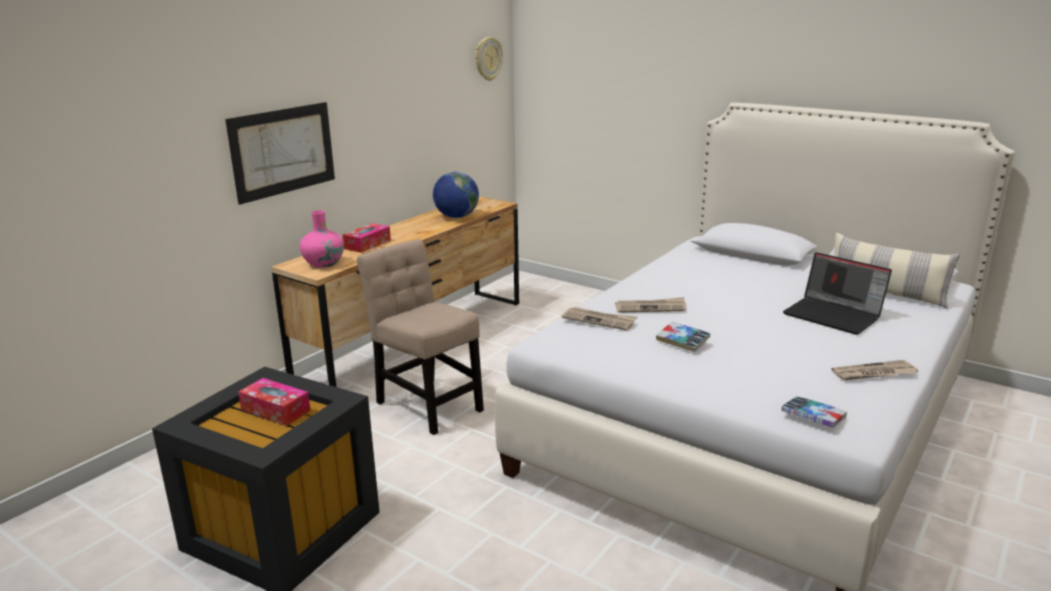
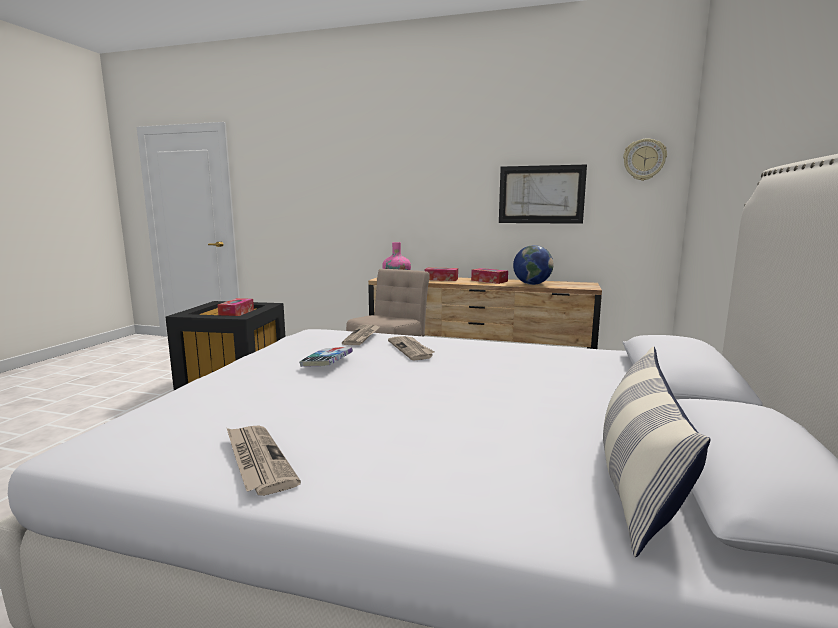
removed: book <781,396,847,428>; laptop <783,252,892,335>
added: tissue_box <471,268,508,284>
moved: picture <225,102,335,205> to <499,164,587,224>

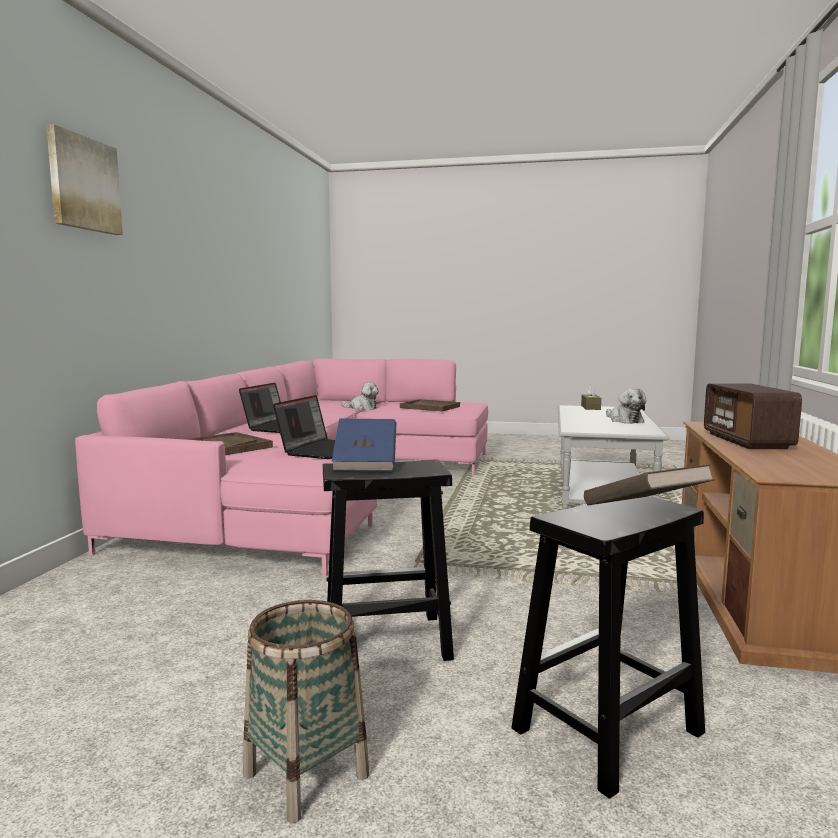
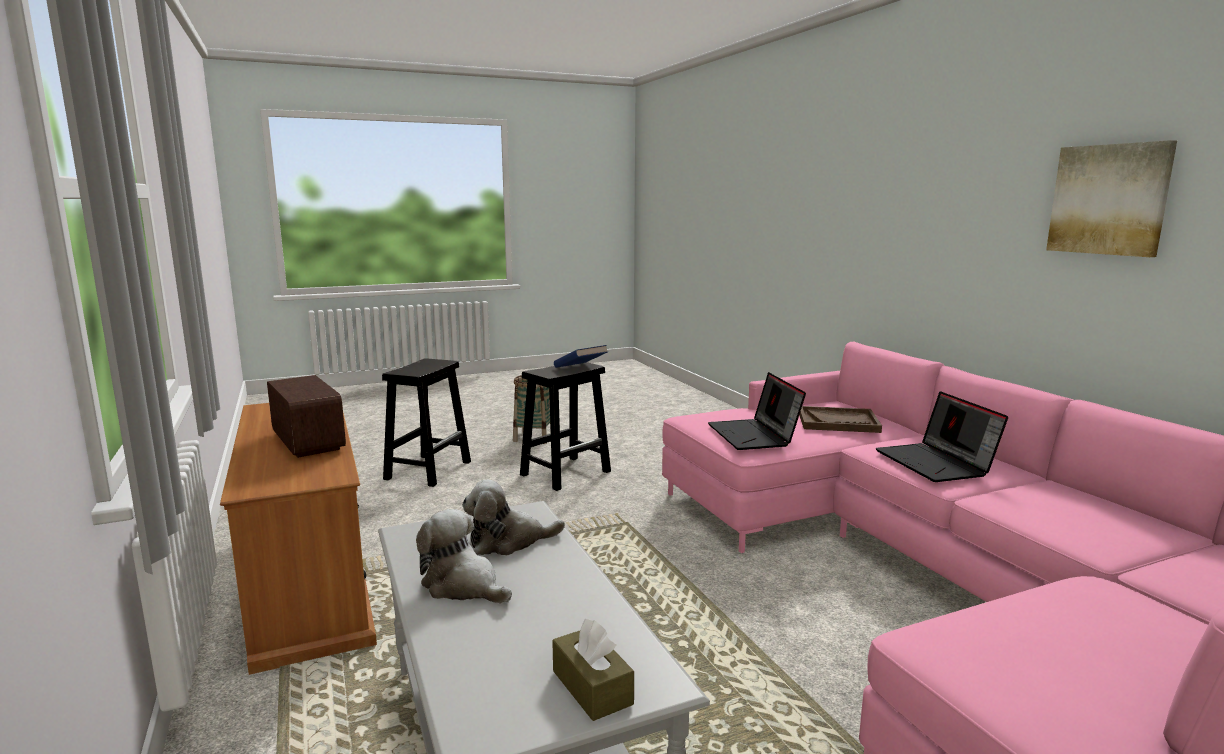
removed: brown_tray <400,399,460,412>; brown_book <584,464,715,505>
moved: plush_toy <341,382,379,410> to <462,480,565,555>; picture <46,124,123,235> to <1046,140,1177,257>

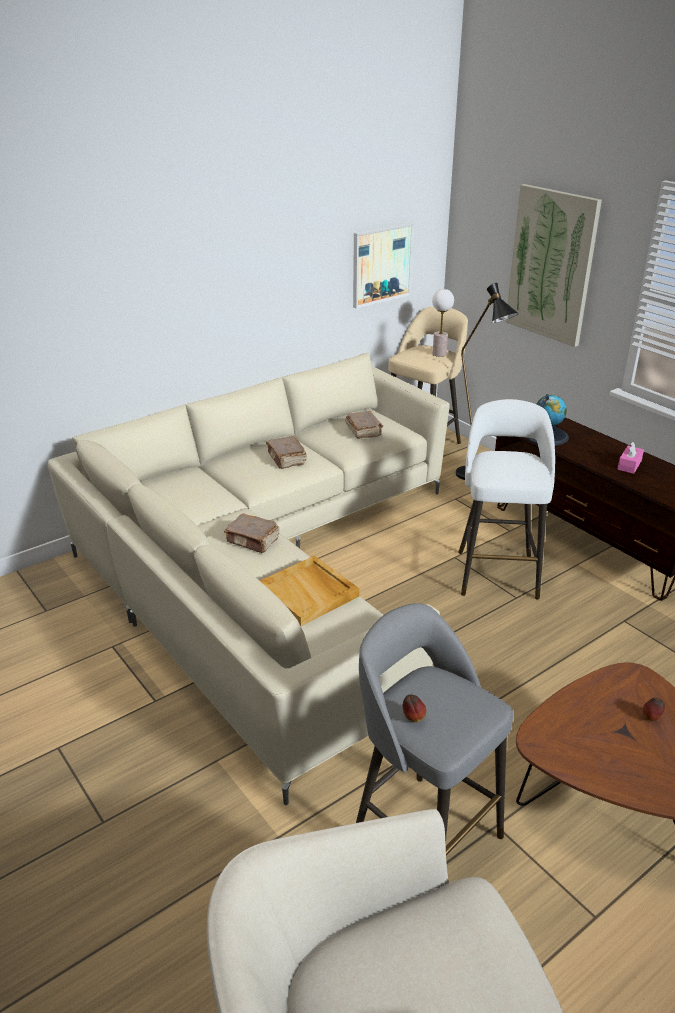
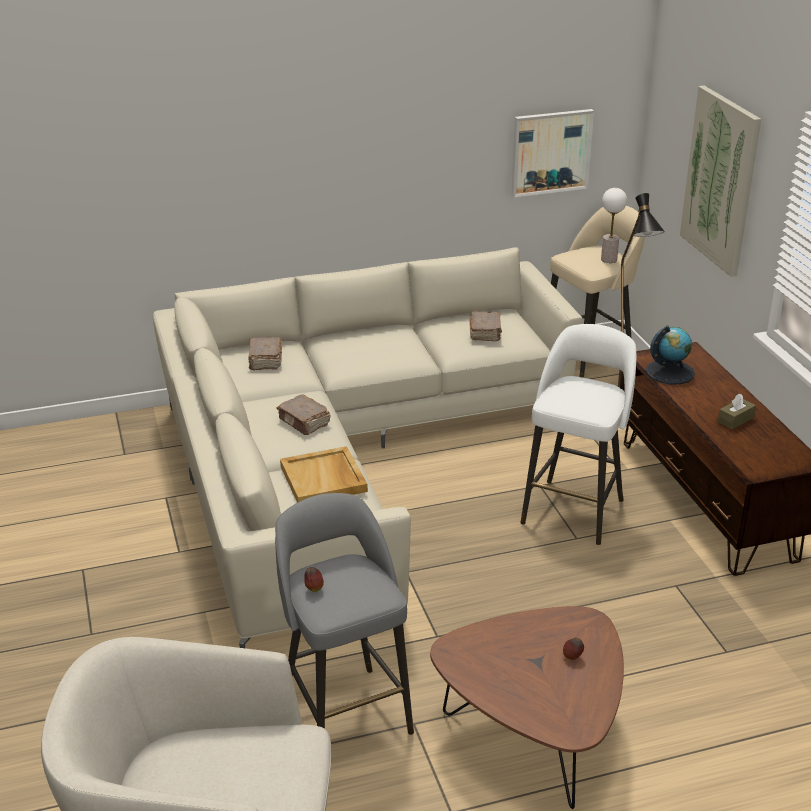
moved: brown_book <266,436,307,469> to <248,337,282,370>
recoloured: pink_tissue_box <618,441,644,474> to brown_tissue_box <718,394,756,429>

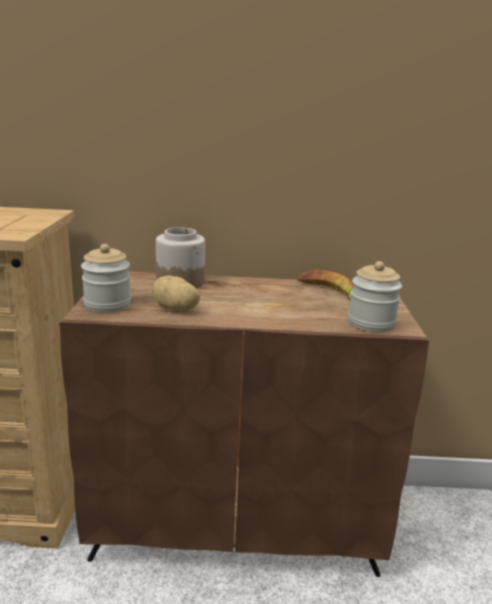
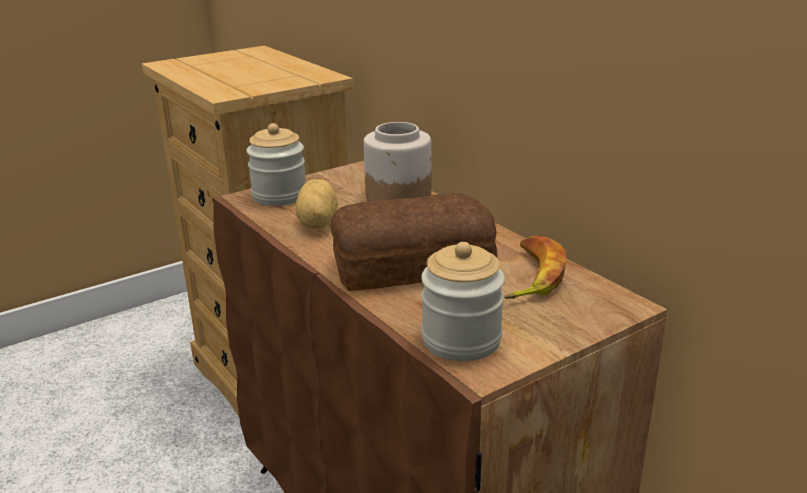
added: bread <330,193,498,291>

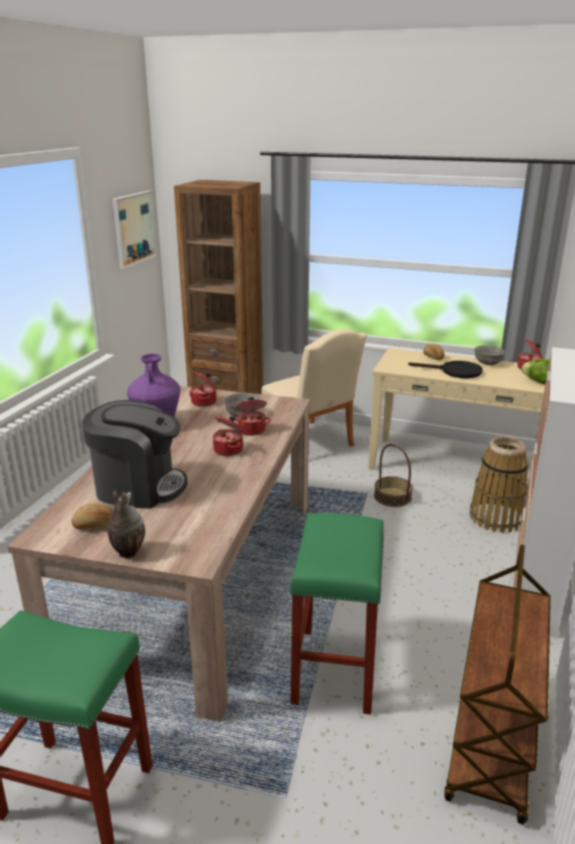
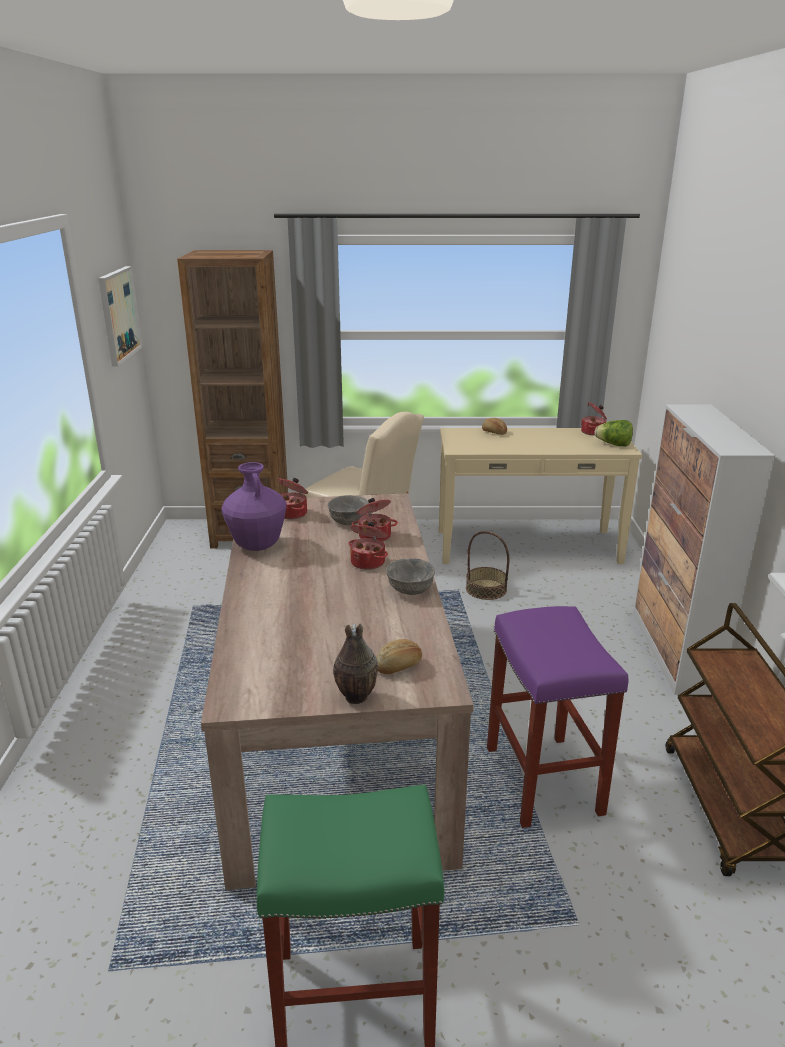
removed: coffee_machine <82,400,188,509>; black_frying_pan <408,361,483,378>; basket <470,436,528,533>
moved: bread <71,503,113,529> to <376,639,422,674>; grey_bowl <474,345,505,365> to <386,559,435,595>
recoloured: green_stool <290,513,384,715> to purple_stool <487,606,629,828>

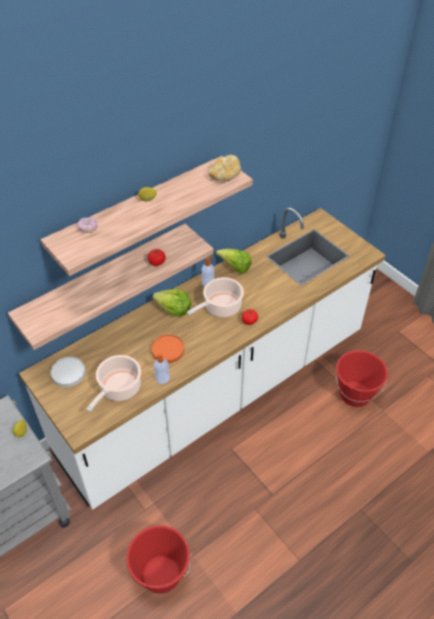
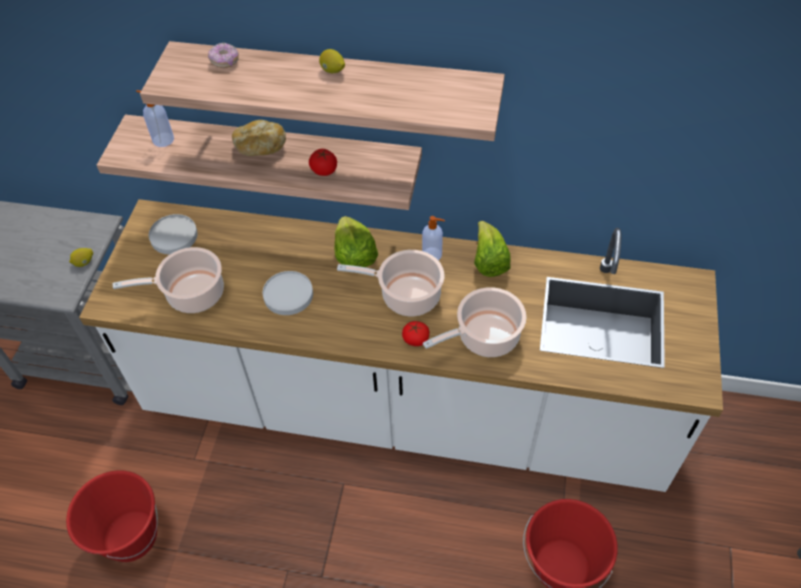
added: cooking_pot <423,287,526,357>
moved: soap_dispenser <152,353,170,384> to <136,90,174,147>; bread <208,155,241,181> to <232,120,286,156>
recoloured: orange_plate <151,334,184,363> to white_plate <263,271,313,315>

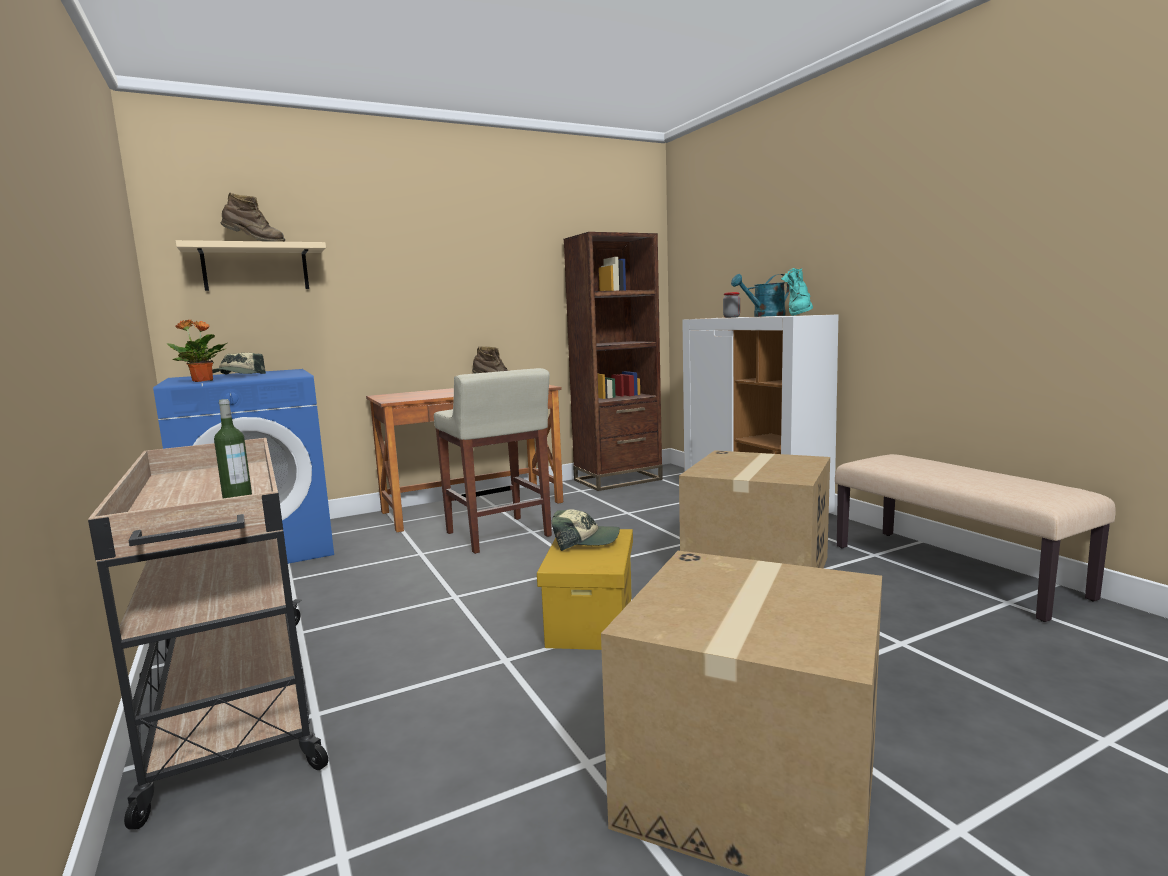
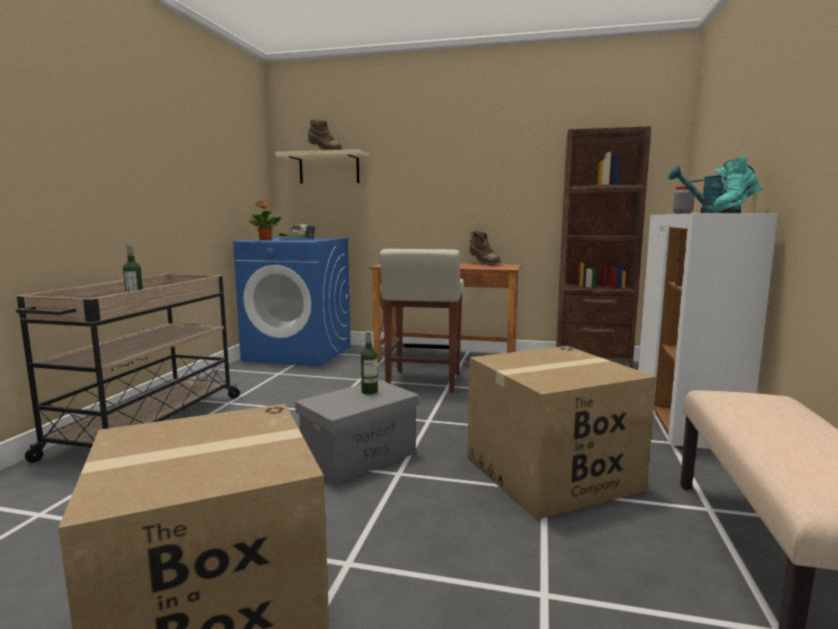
replaced: cap <552,509,620,551> to bottle <361,331,378,395>
recoloured: yellow_storage_box <537,529,633,650> to grey_storage_box <295,380,419,485>

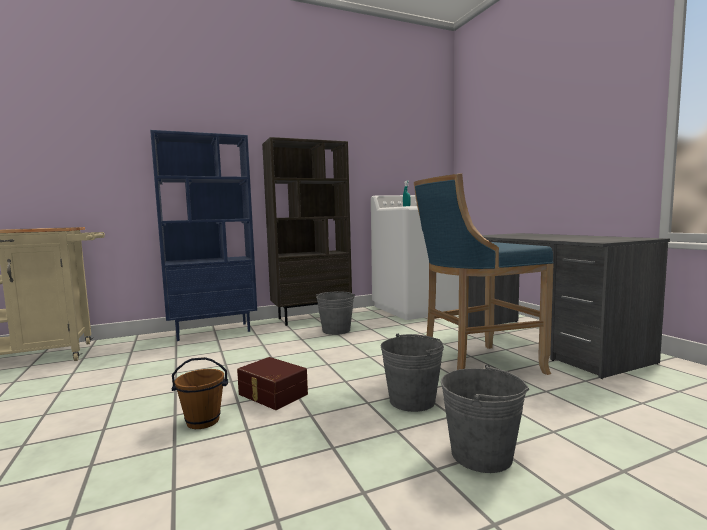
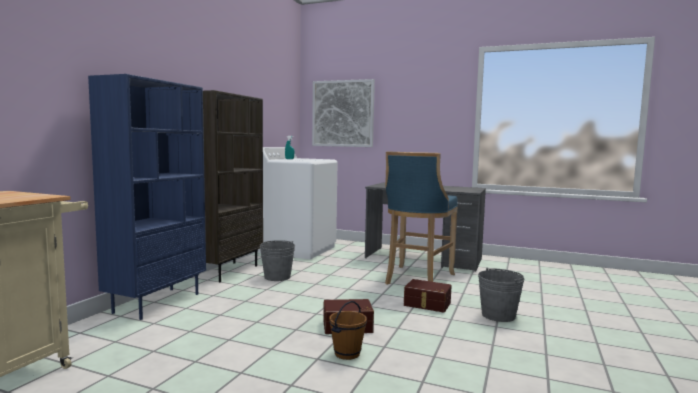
added: picture <312,79,375,147>
replaced: grey_bucket <380,334,444,412> to brown_storage_box <404,279,452,313>

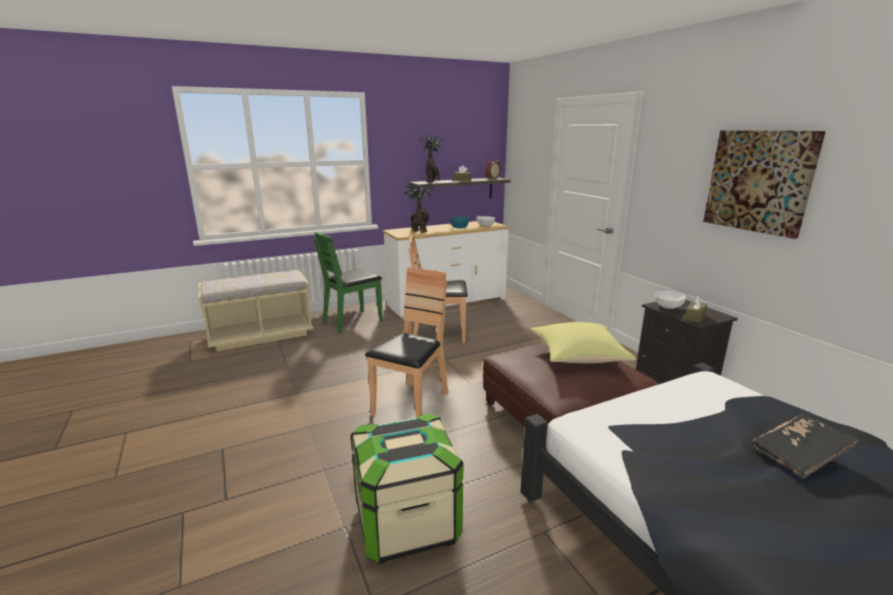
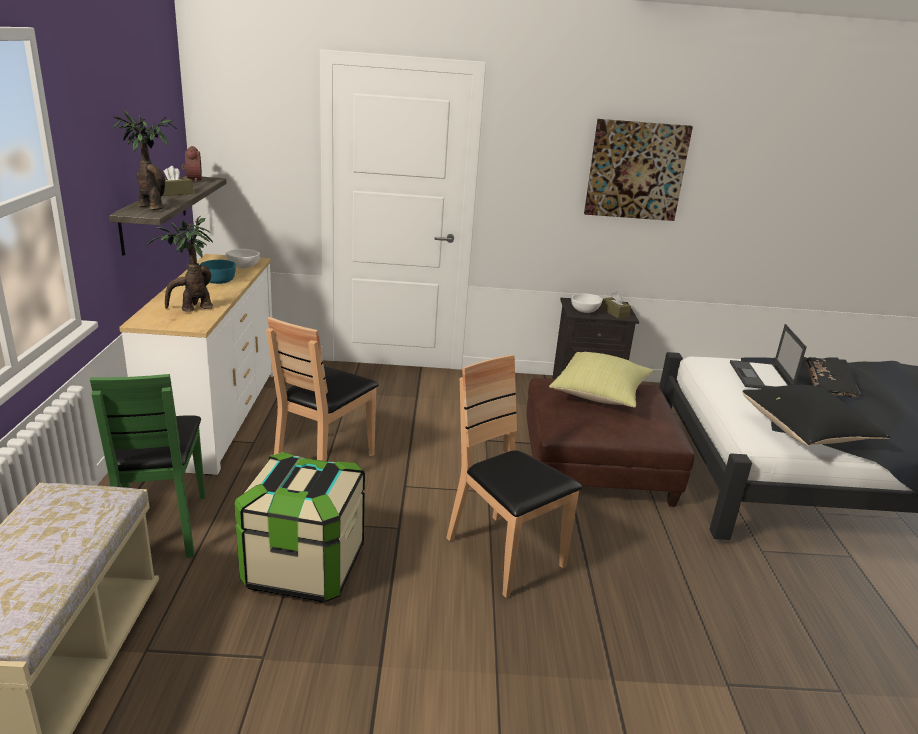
added: laptop <730,324,807,389>; black_pillow <742,385,891,446>
moved: storage_box <351,413,463,564> to <234,452,365,603>

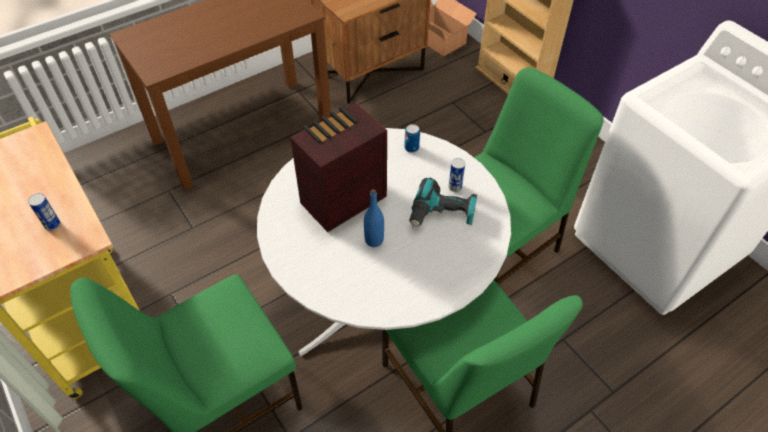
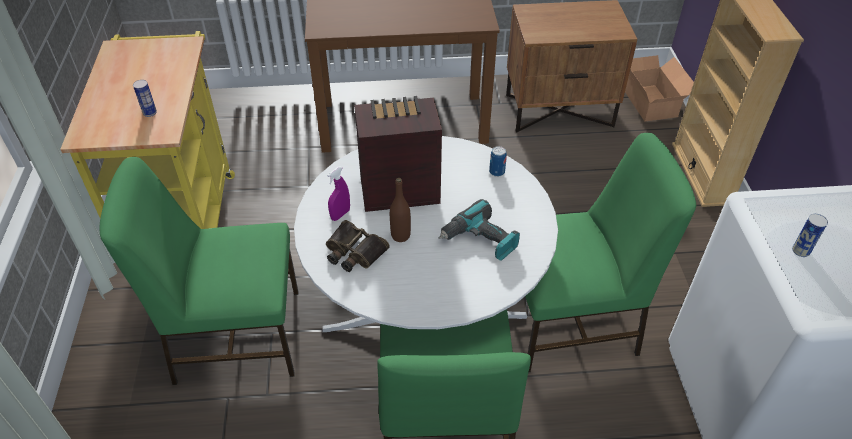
added: binoculars <326,220,390,272>; purple_spray_bottle <327,167,350,221>
moved: can <449,158,465,192> to <792,214,828,257>
recoloured: blue_bottle <364,189,384,247> to brown_bottle <390,178,411,242>

